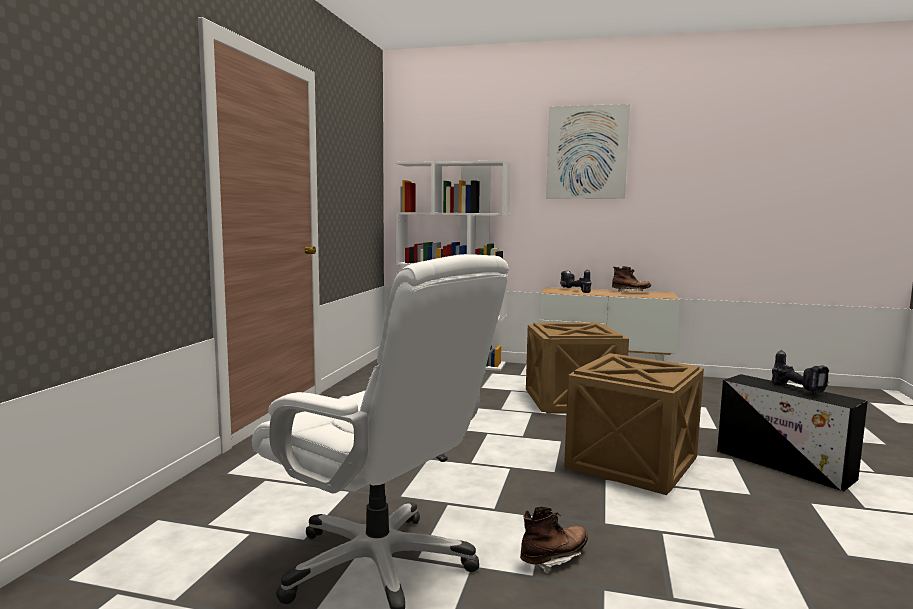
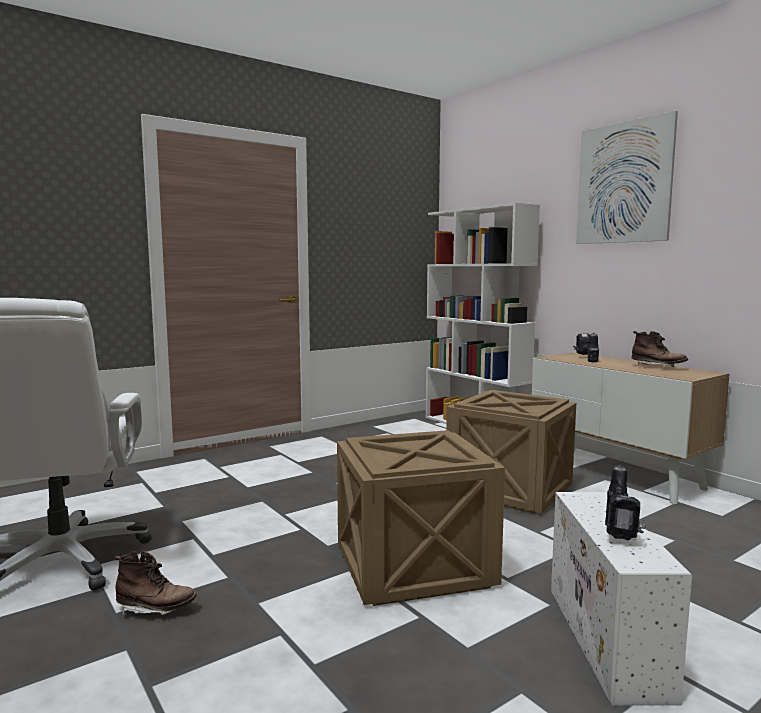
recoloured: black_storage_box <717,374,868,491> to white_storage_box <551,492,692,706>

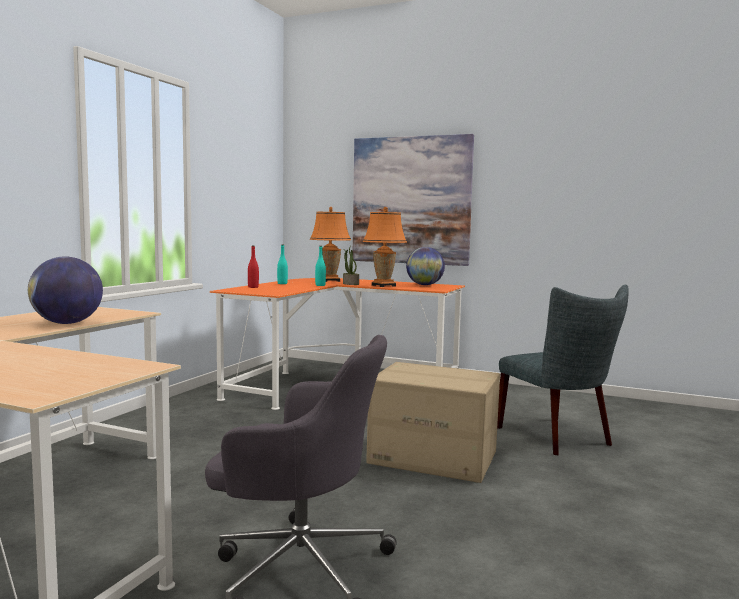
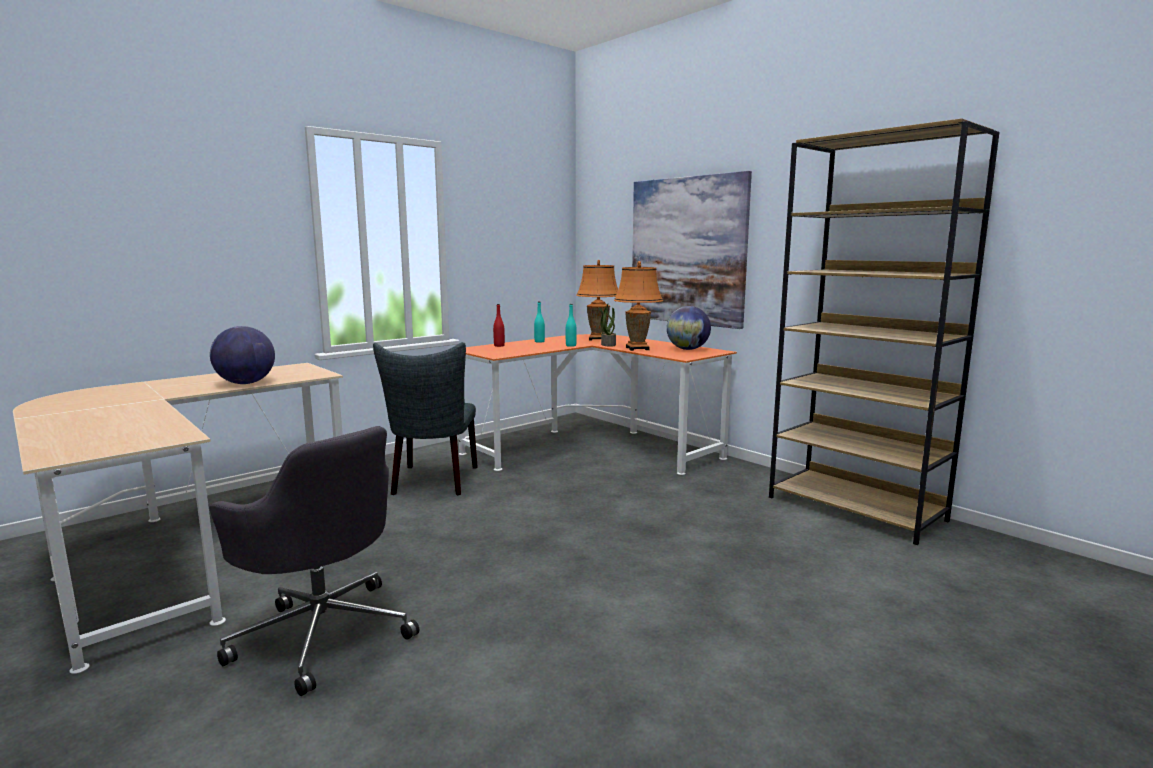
removed: cardboard_box <366,362,500,483>
added: brown_bookcase <769,118,1000,545>
moved: grey_chair <497,285,629,455> to <373,342,478,496>

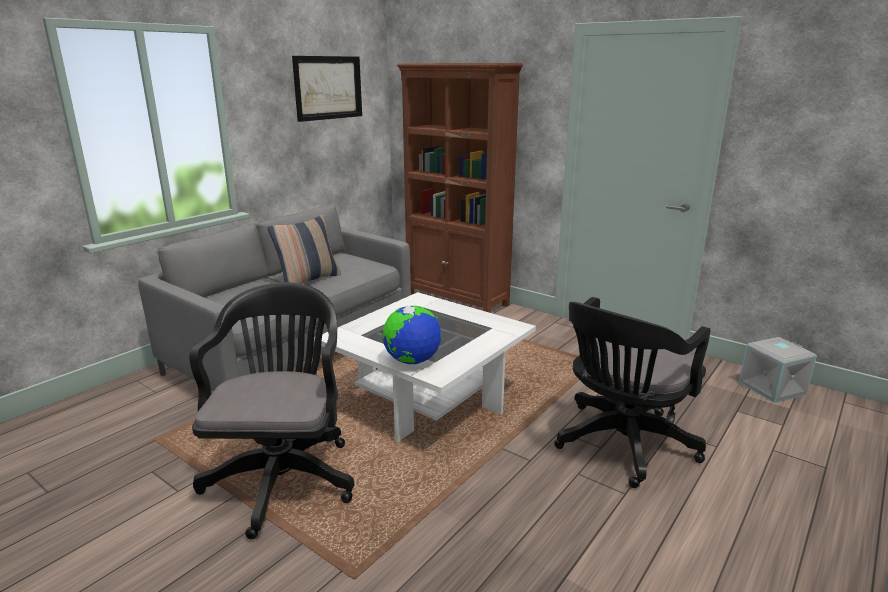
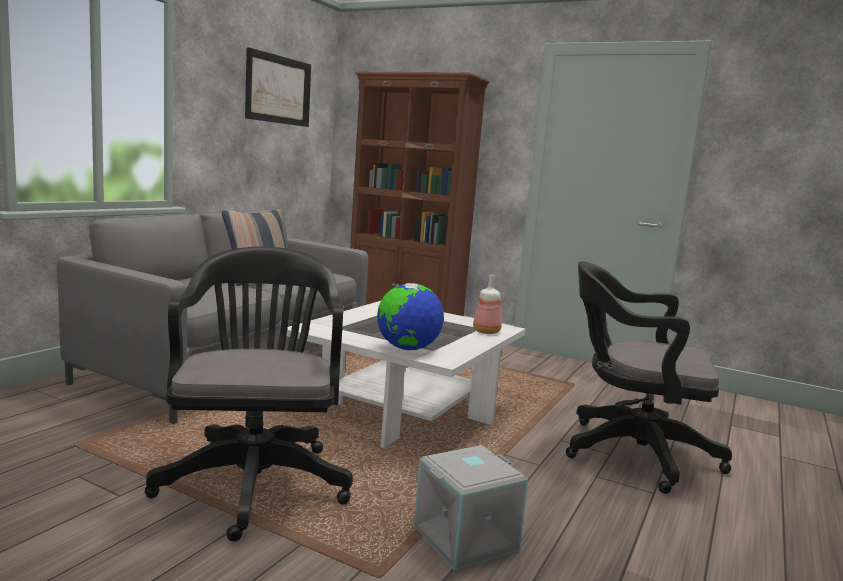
added: bottle <473,275,502,334>
moved: grey_storage_box <739,337,817,403> to <414,445,528,571>
turned: black_office_chair <554,297,710,488> = <566,261,732,494> 75 degrees clockwise

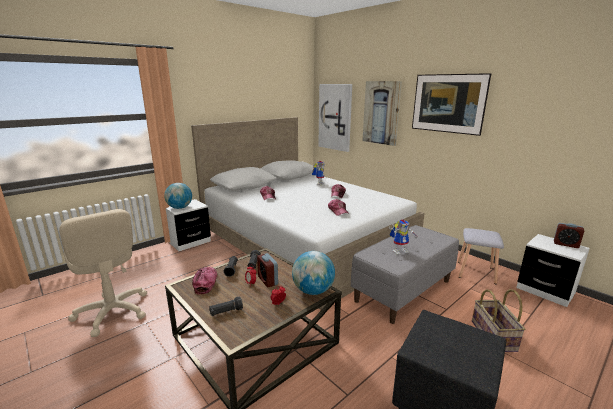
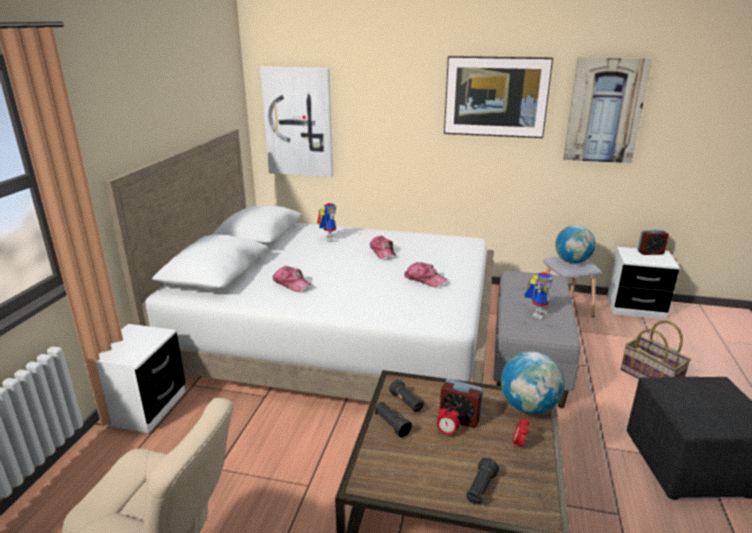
removed: cap <192,267,217,295>
moved: globe <164,183,192,209> to <555,225,596,263>; picture <362,81,402,146> to <563,57,652,163>

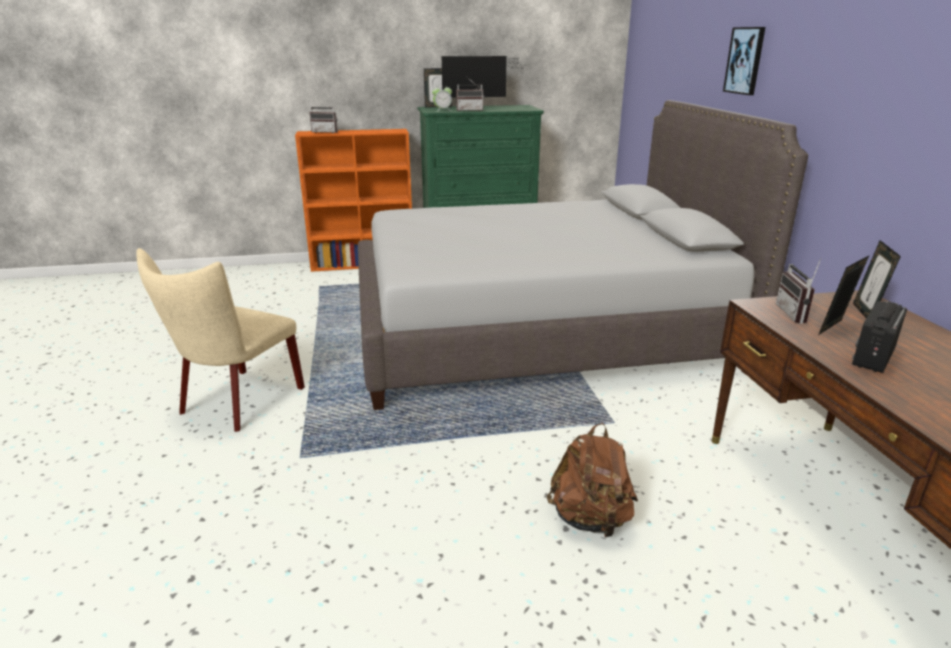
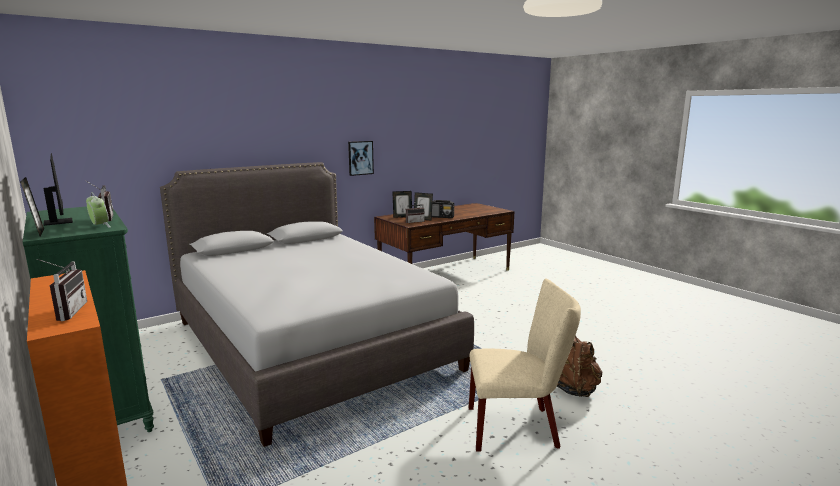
moved: picture <723,27,765,95> to <348,141,374,176>; brown_backpack <546,423,638,539> to <557,336,602,397>

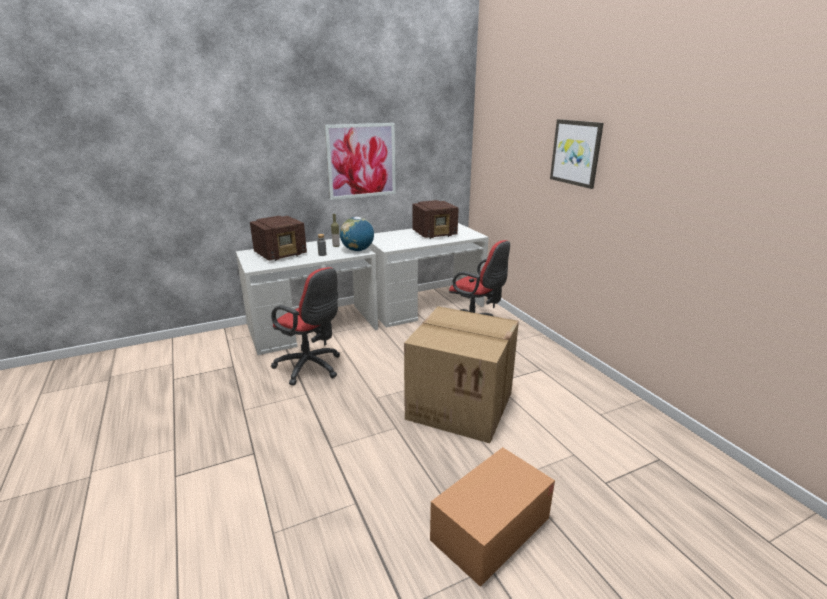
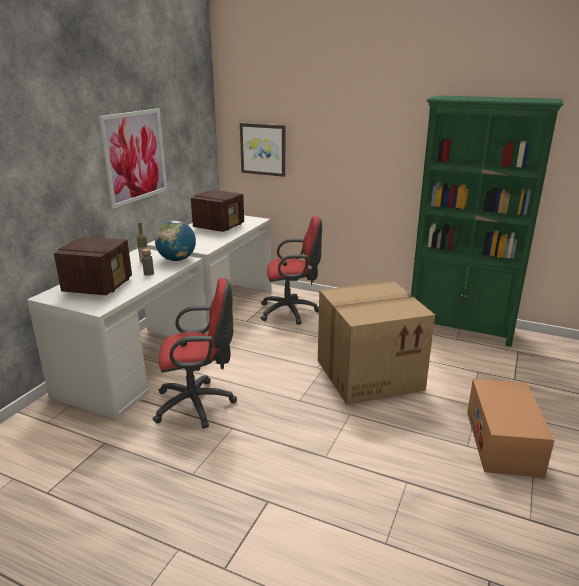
added: green_bookcase <411,95,564,347>
moved: picture <550,119,604,189> to <240,123,286,177>

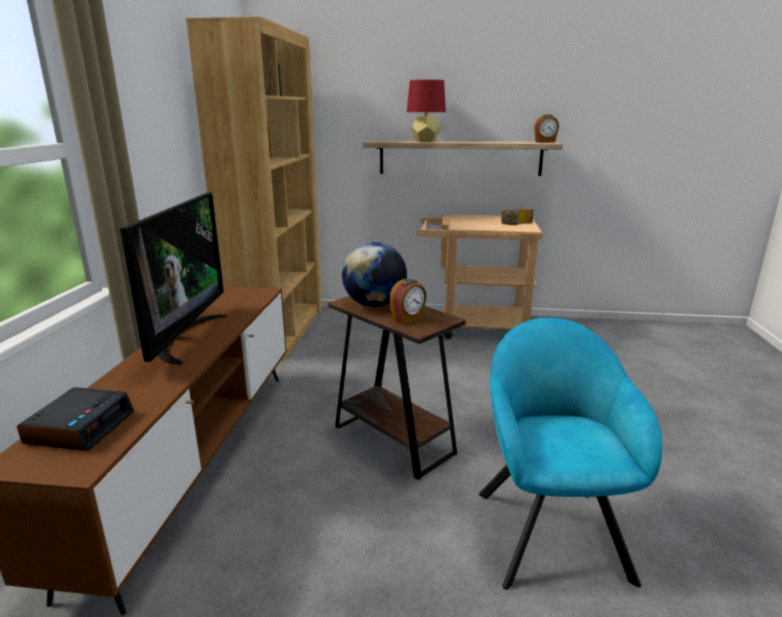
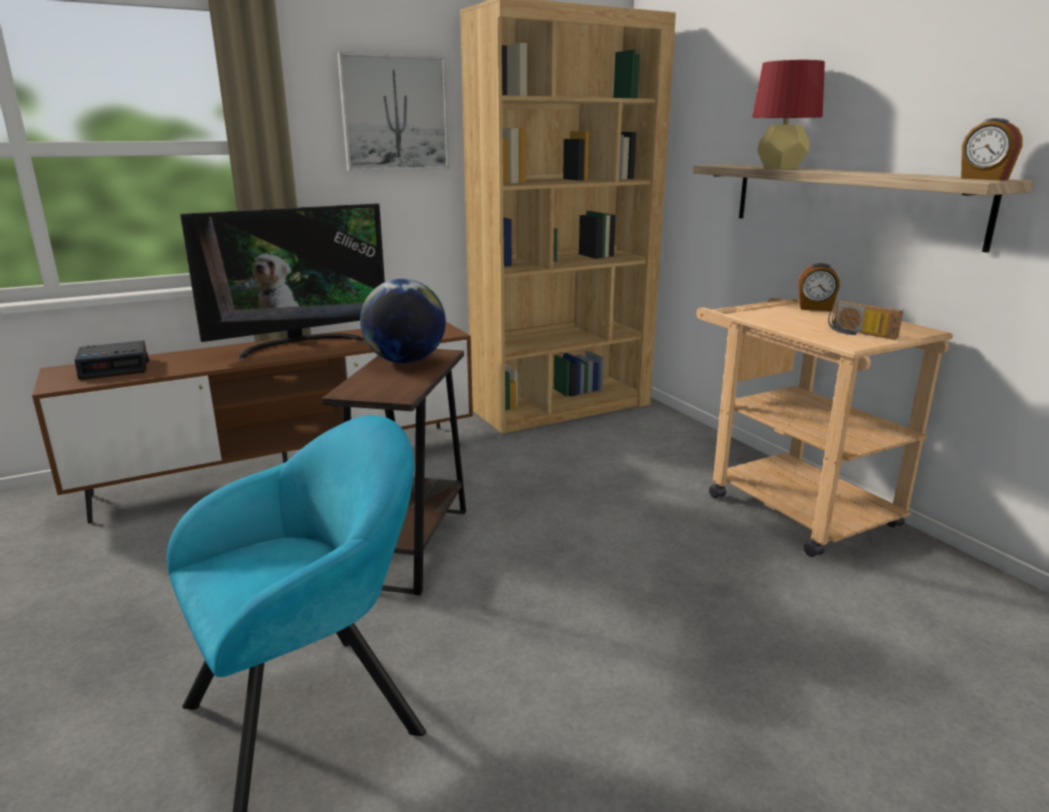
added: picture <337,52,449,171>
moved: alarm_clock <389,279,427,325> to <798,263,840,311>

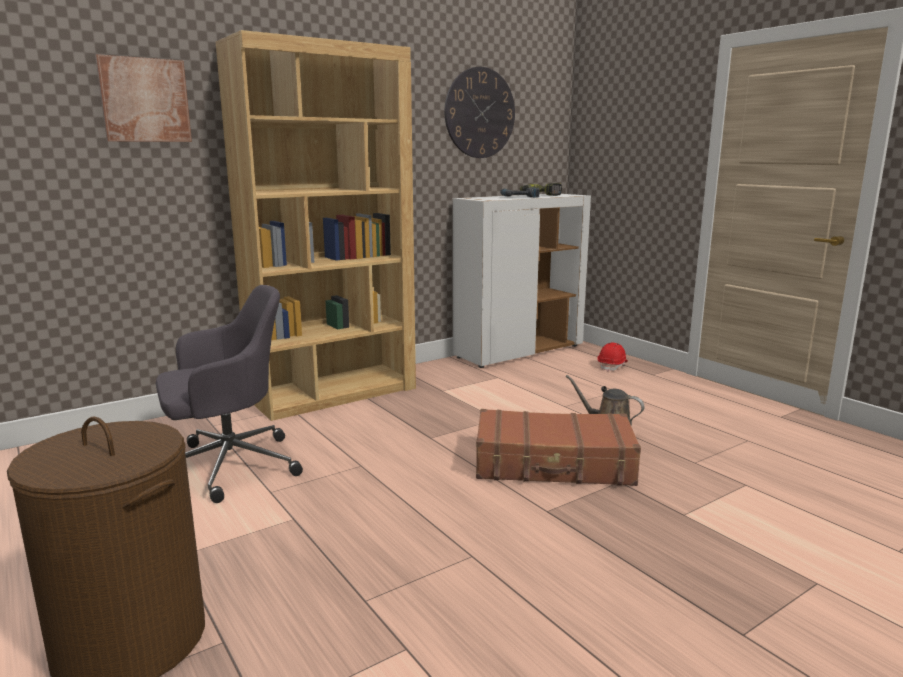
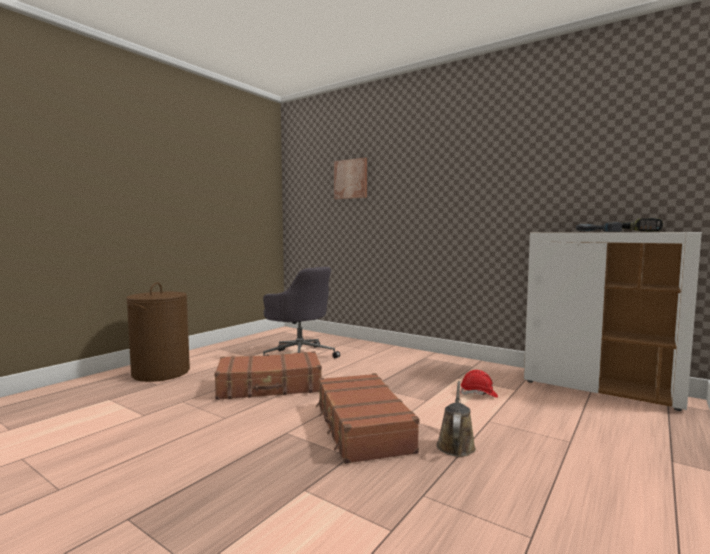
removed: brown_bookcase <216,30,416,421>; wall_clock <444,67,515,158>
added: brown_suitcase <214,351,322,400>
moved: red_hard_hat <598,343,628,372> to <460,370,498,398>

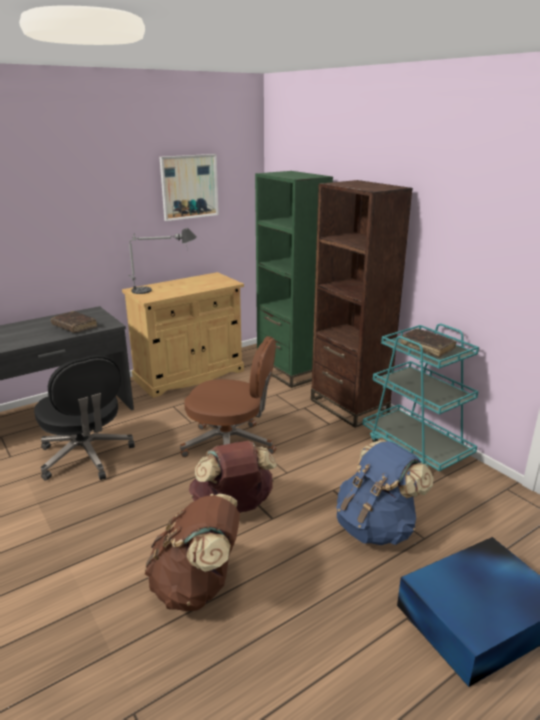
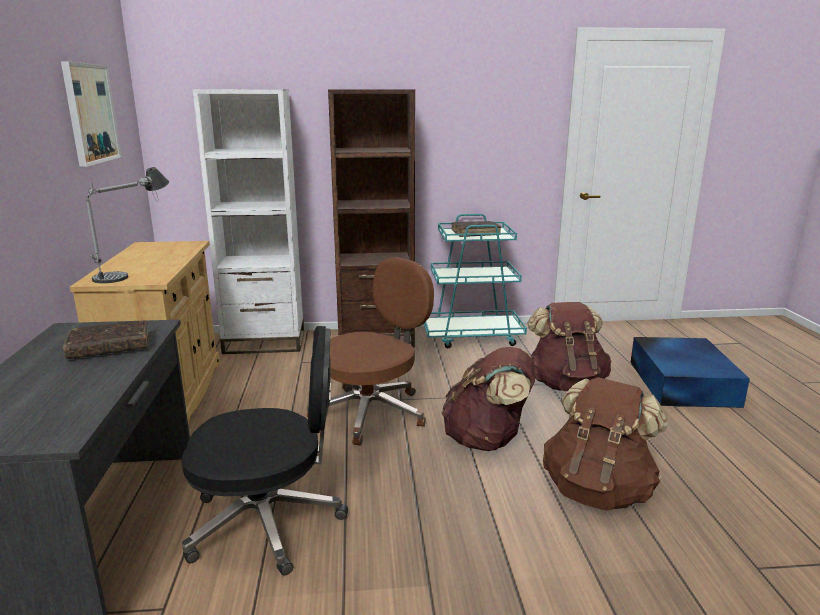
recoloured: green_bookcase <255,171,333,388> to white_bookcase <192,89,304,354>; blue_backpack <336,440,434,545> to brown_backpack <528,302,611,391>

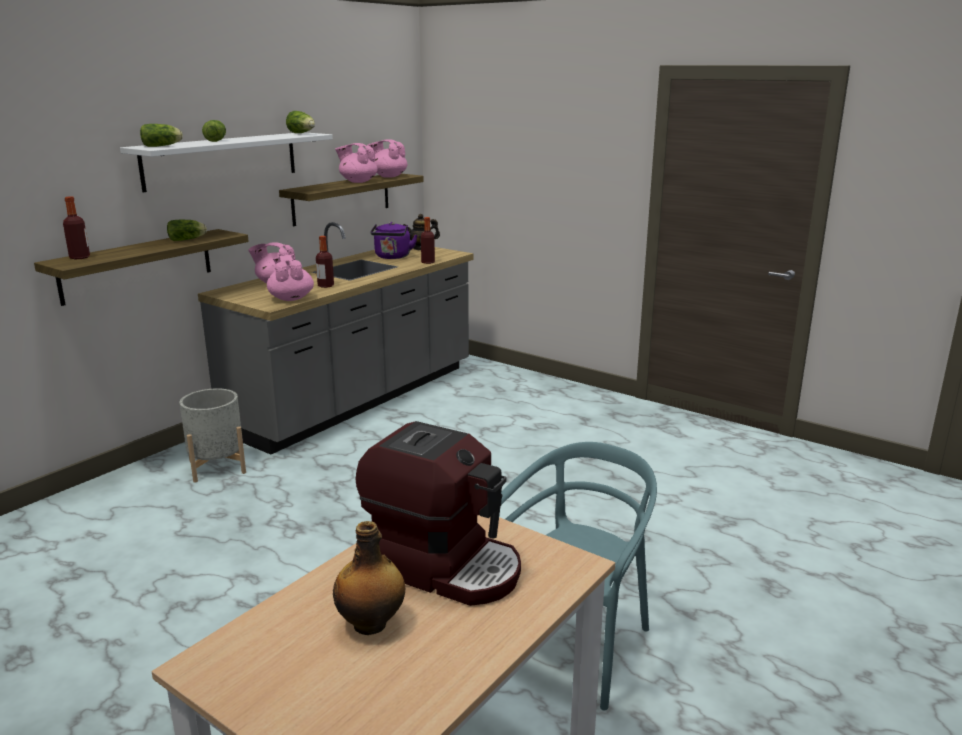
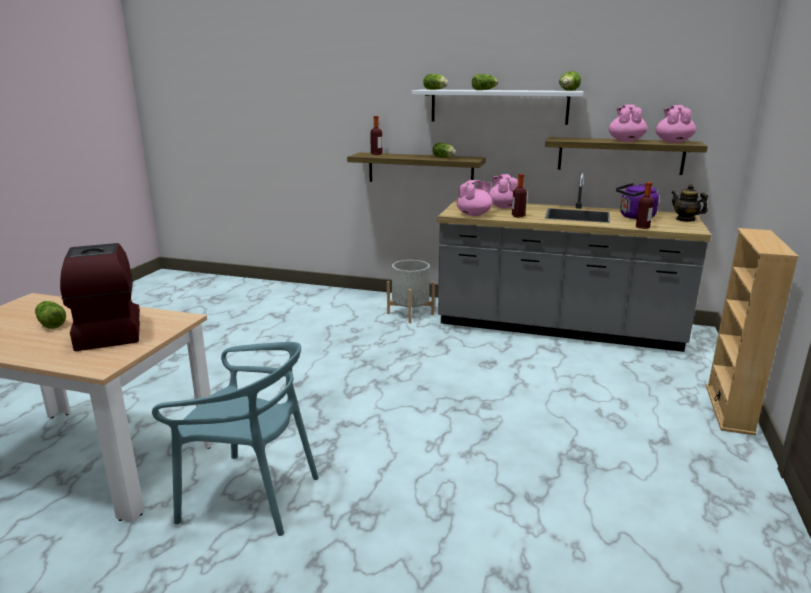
added: beige_bookcase <706,228,799,435>
replaced: bottle <333,521,405,635> to lettuce <35,301,66,329>
turned: coffee_machine <356,421,521,606> = <60,243,140,351> 150 degrees clockwise

